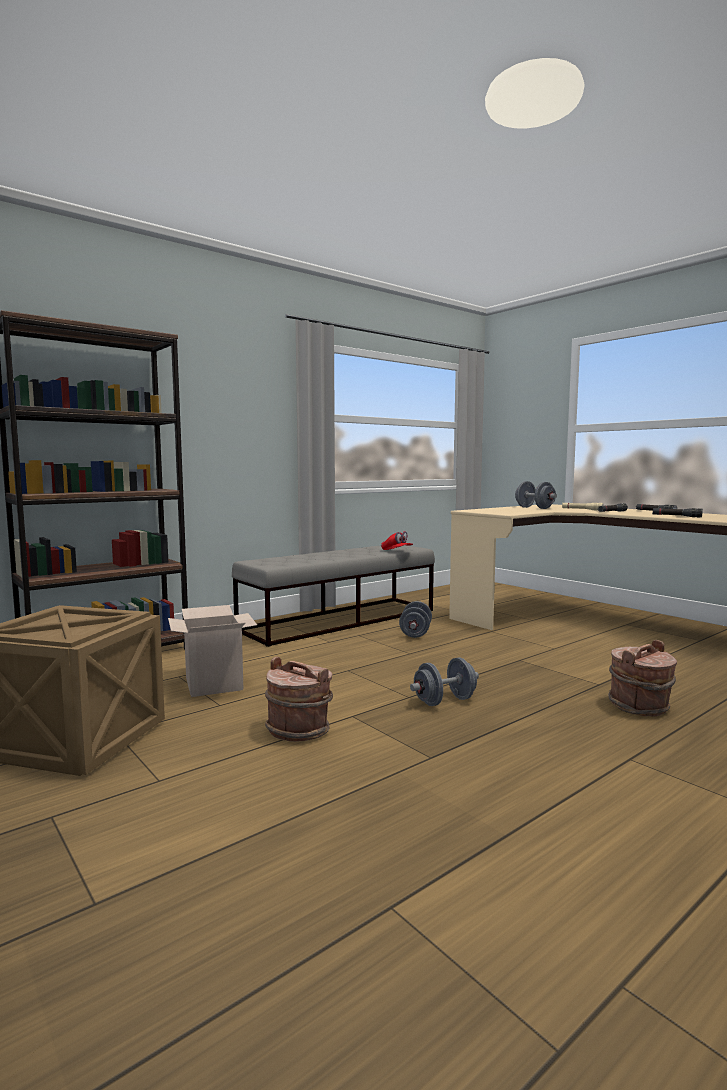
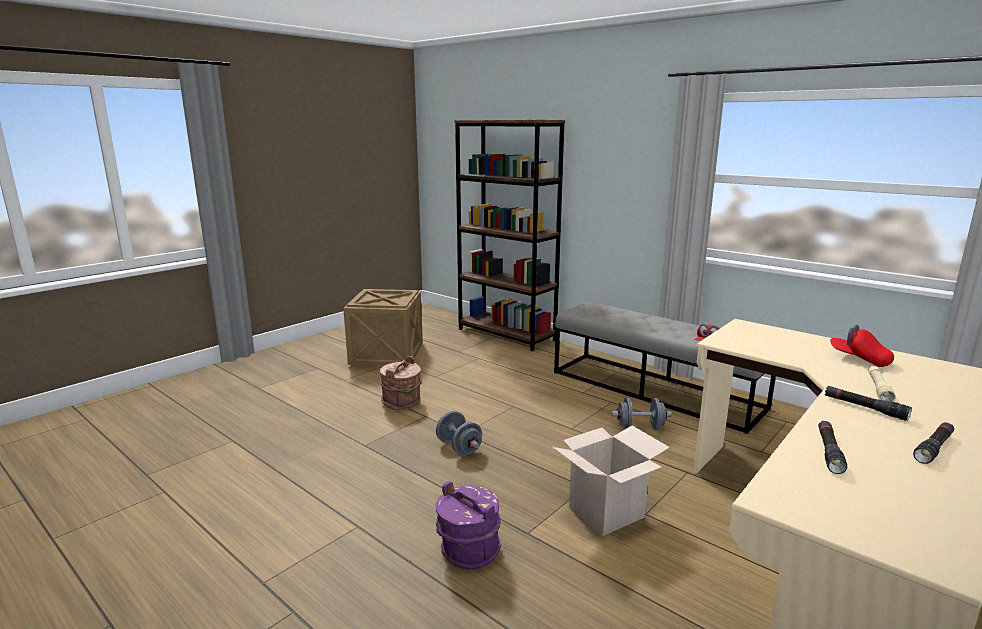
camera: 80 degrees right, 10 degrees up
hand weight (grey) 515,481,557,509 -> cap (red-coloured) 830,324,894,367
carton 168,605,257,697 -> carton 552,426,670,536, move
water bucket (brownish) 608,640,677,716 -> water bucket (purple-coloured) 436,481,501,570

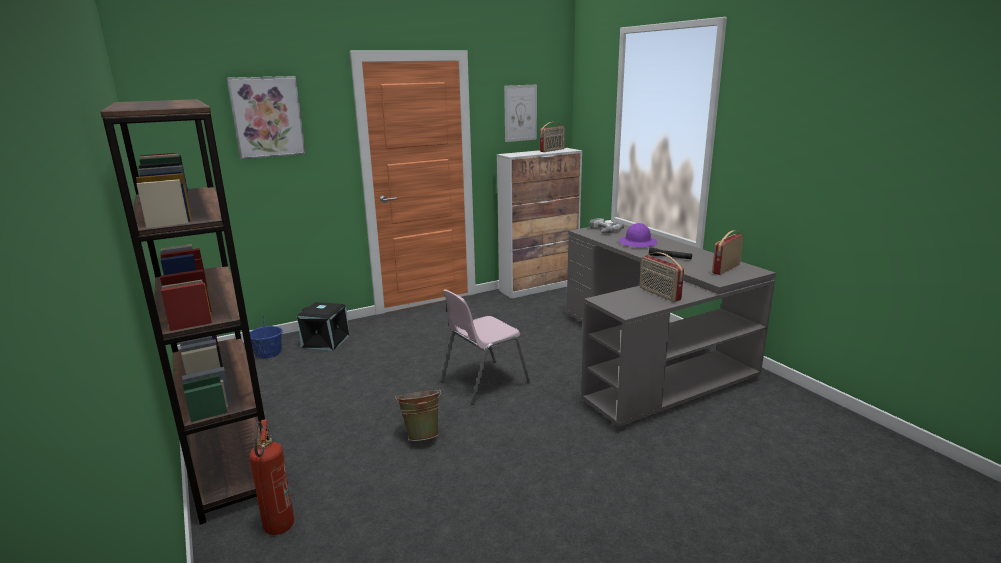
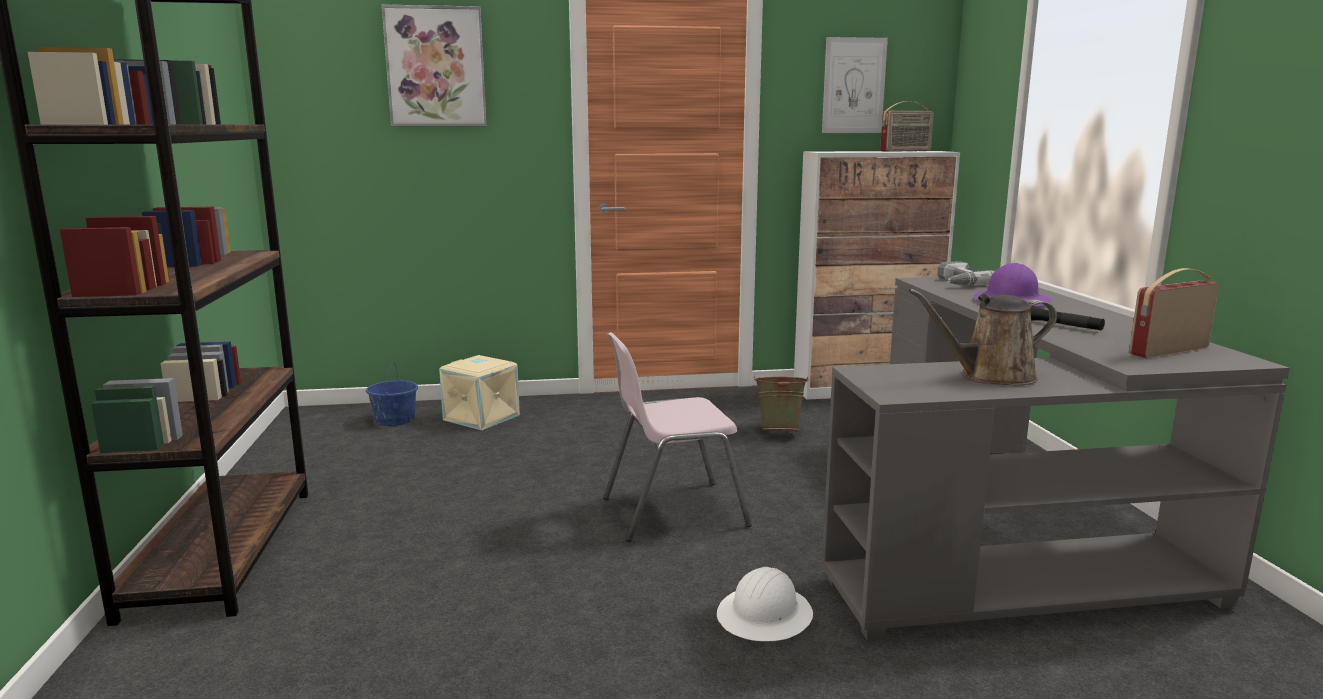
camera: 20 degrees right, 5 degrees down
radio receiver 639,252,684,302 -> watering can (brownish) 908,289,1057,386
storage container (black) 297,302,349,351 -> storage container (beige-coloured) 439,355,520,431
water bucket (green-coloured) 395,388,441,441 -> water bucket (green-coloured) 754,375,809,431, move
fire extinguisher 249,419,294,535 -> none
none -> work helmet (whitish) 717,567,813,641

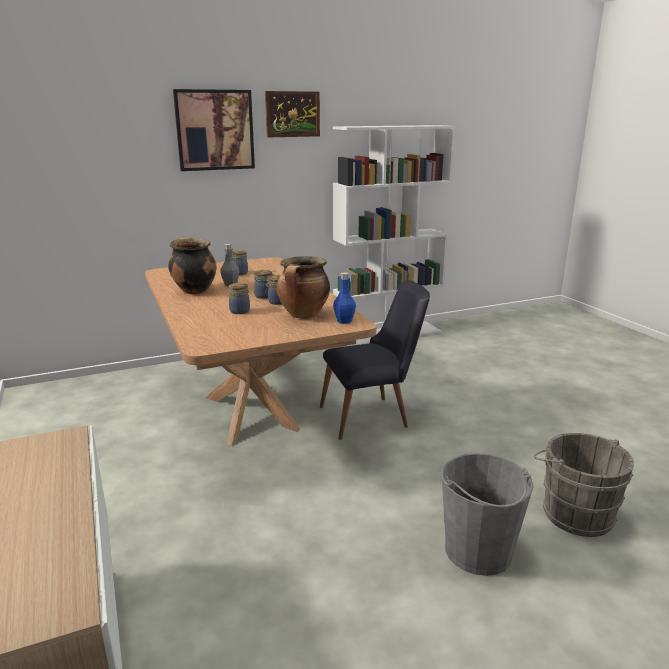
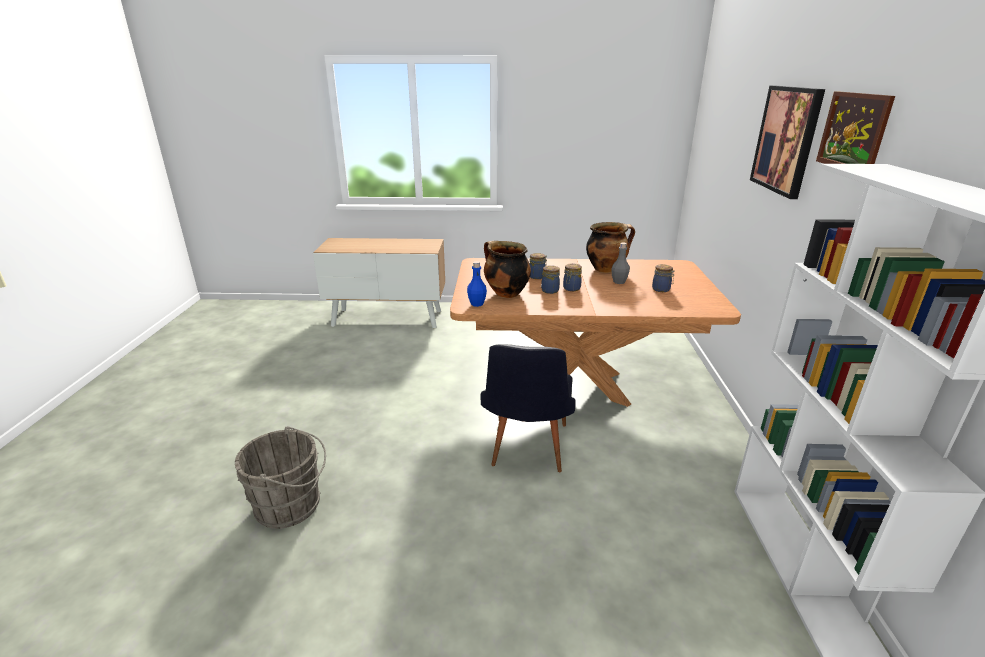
camera: 115 degrees right, 5 degrees up
water bucket (grey) 442,453,534,576 -> none

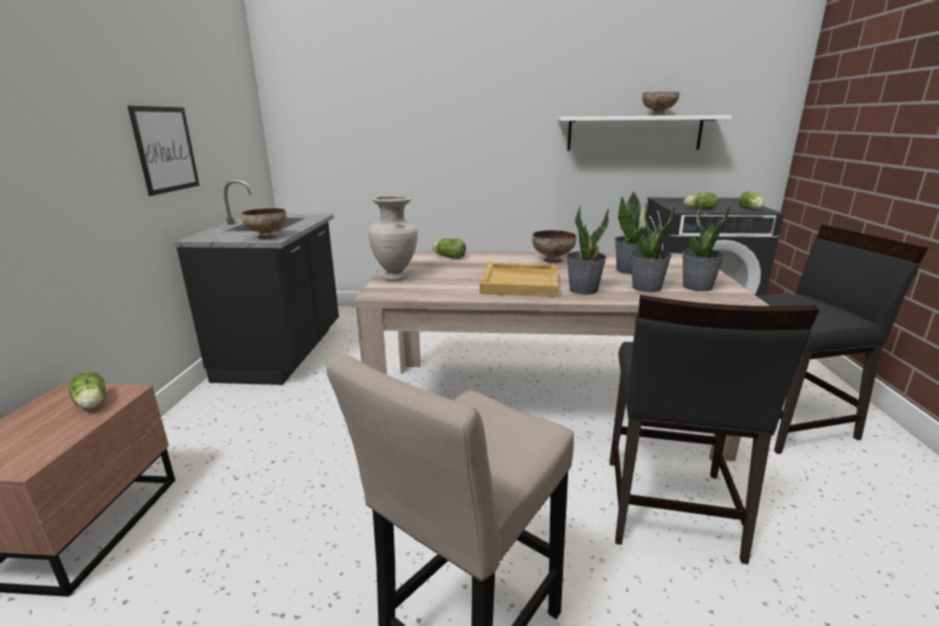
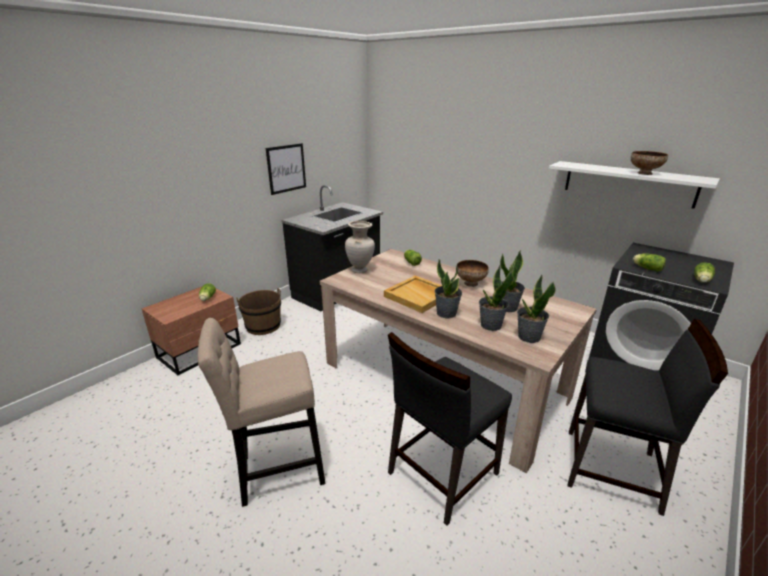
camera: 35 degrees right, 5 degrees up
deep dish 241,208,287,239 -> none
none -> water bucket (brownish) 236,288,281,335

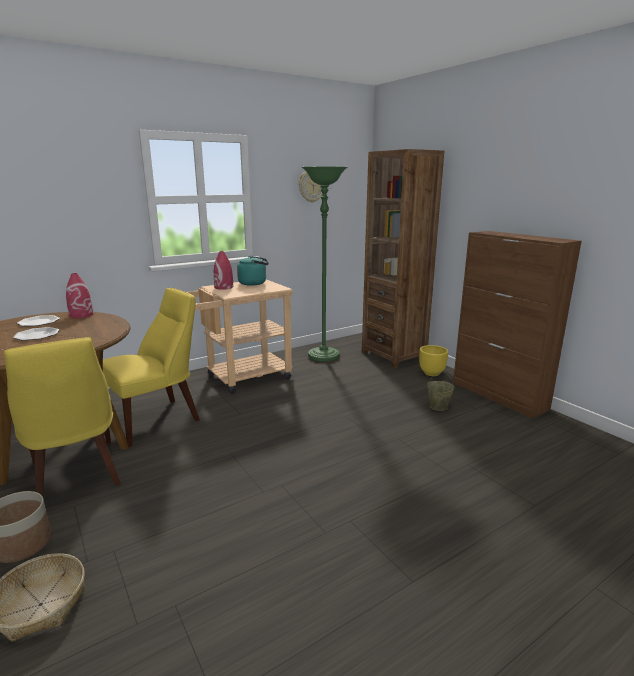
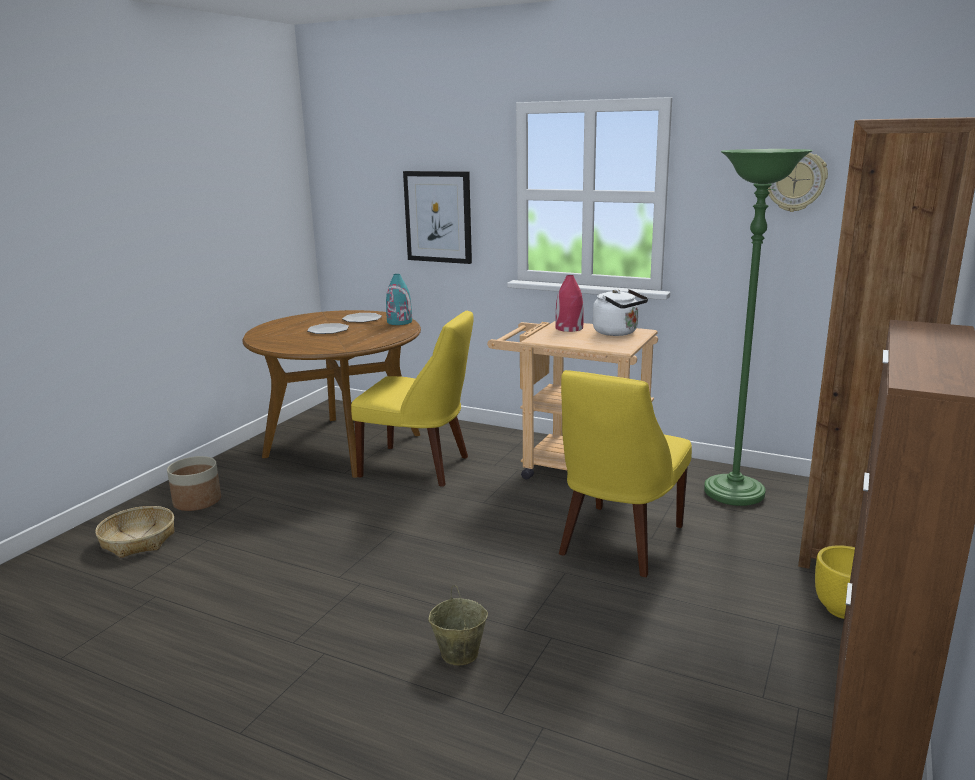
camera: 60 degrees right, 0 degrees up
kettle (blue-green) 237,256,268,285 -> kettle (whitish) 593,289,648,336
flower vase (red-coloured) 66,273,93,318 -> flower vase (blue-green) 386,274,412,325
chair (yellow-coloured) 4,337,121,496 -> chair (yellow-coloured) 559,370,692,577, move
water bucket (beige-coloured) 427,371,454,411 -> water bucket (beige-coloured) 428,585,488,665, move
none -> wall art 403,171,472,264

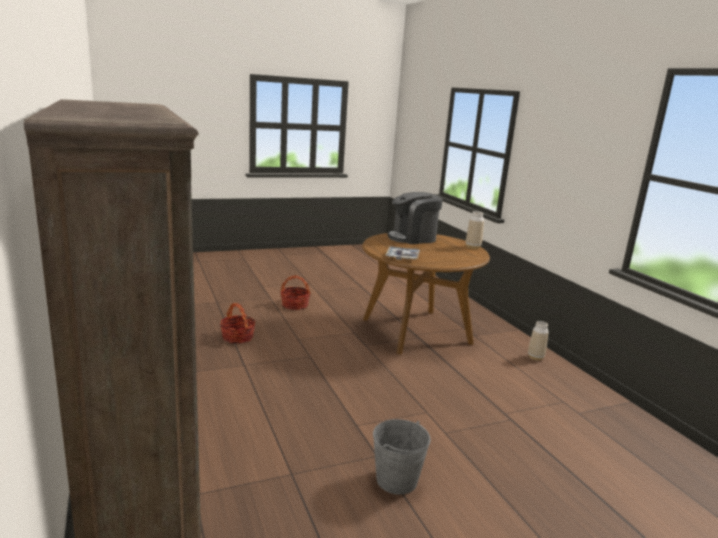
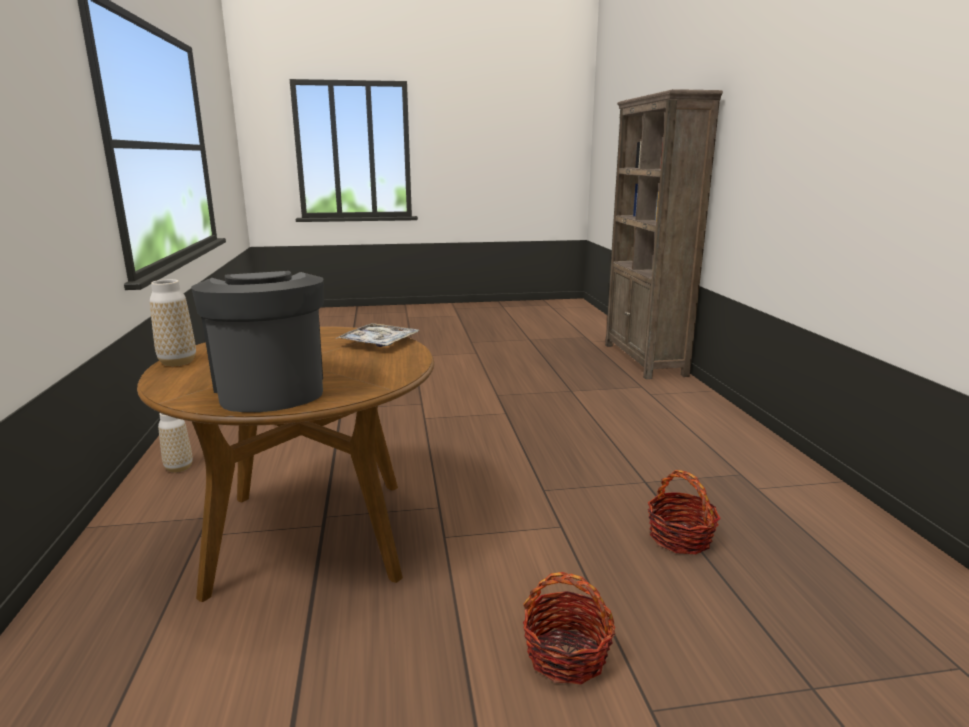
camera: 165 degrees left, 0 degrees up
coffee machine 388,192,443,244 -> coffee machine 191,271,324,412, 105 degrees counterclockwise
water bucket (grey) 373,419,431,495 -> none

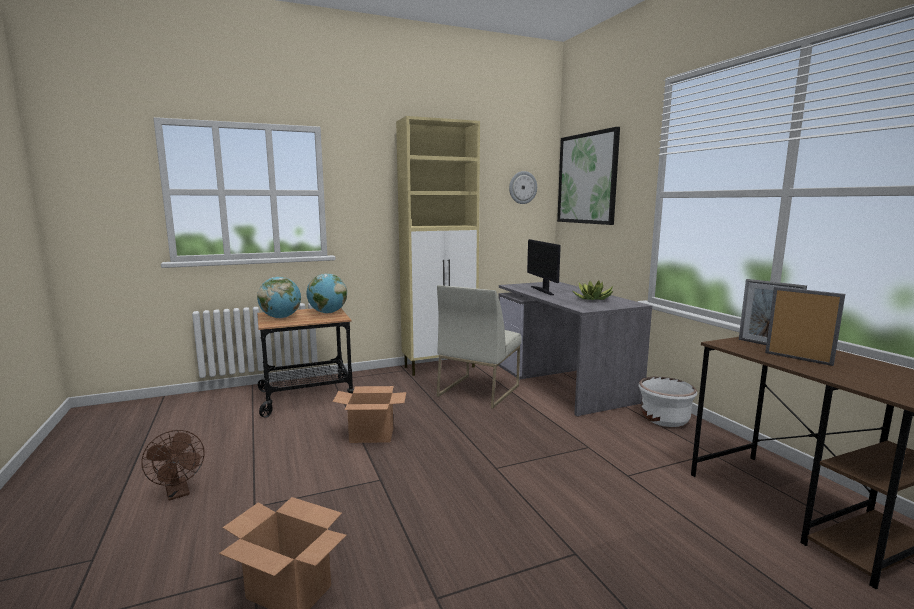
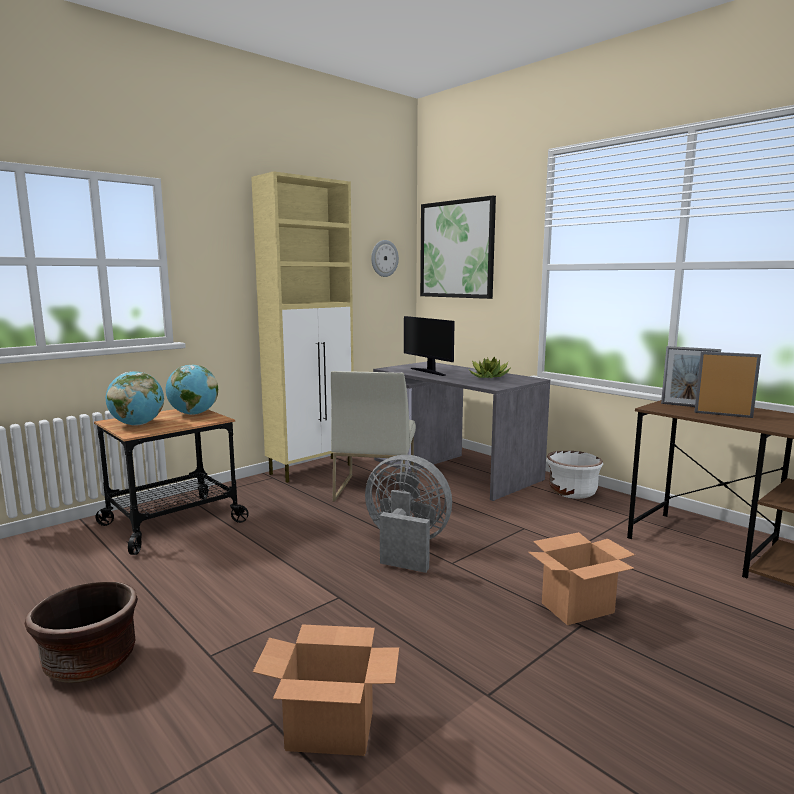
camera: 20 degrees left, 0 degrees up
carton 333,386,406,443 -> carton 528,532,635,625, move
cooling fan (brownish) 141,430,205,501 -> planter (brownish) 25,582,138,683
none -> cooling fan (grey) 365,455,452,573

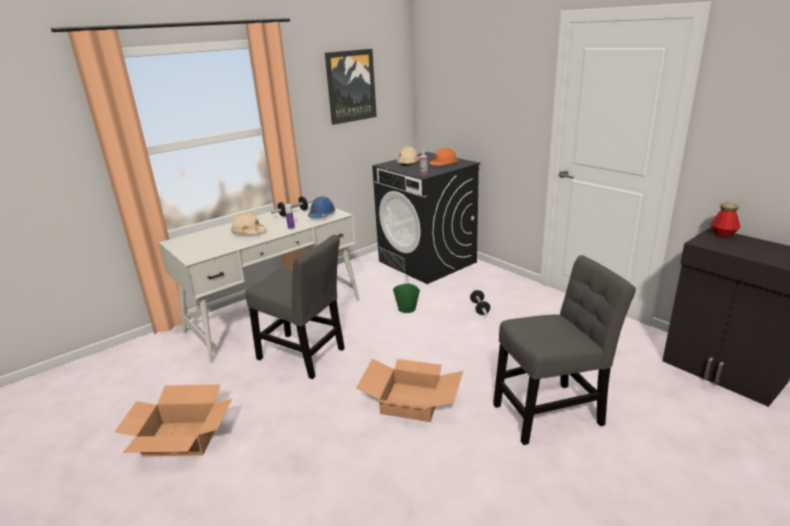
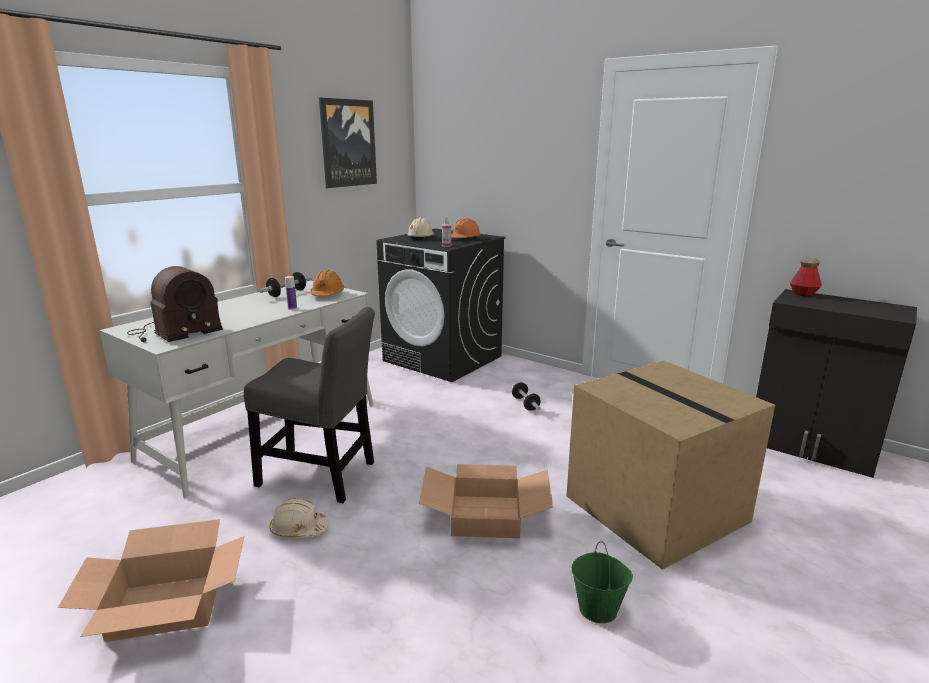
camera: 15 degrees left, 5 degrees down
work helmet (bluish) 308,196,335,218 -> work helmet (orange-coloured) 311,270,345,296
work helmet (beige-coloured) 231,212,266,234 -> work helmet (beige-coloured) 269,498,329,538, move
chair (grey) 493,255,636,445 -> carton 566,361,775,570
water bucket (green-coloured) 393,277,420,313 -> water bucket (green-coloured) 571,541,633,623, move
none -> radio receiver 127,266,223,342

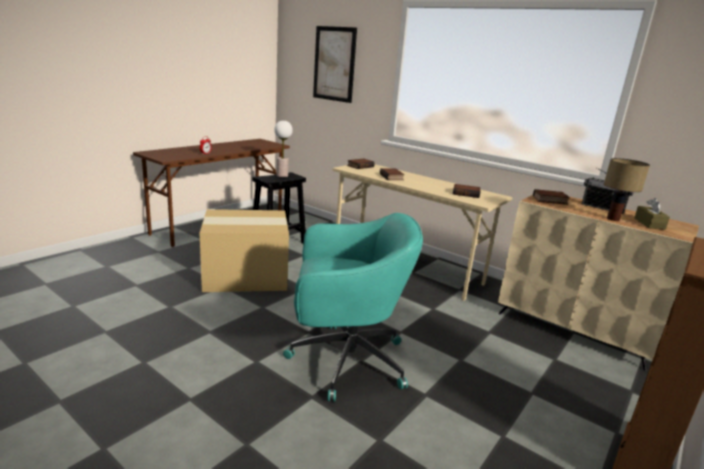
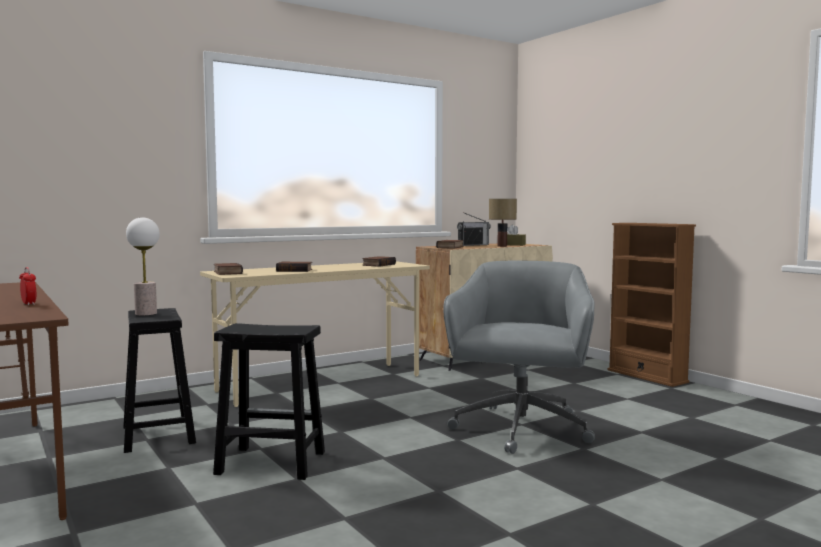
camera: 70 degrees left, 15 degrees down
wall art 313,26,357,103 -> none
carton 200,209,289,292 -> sitting stool (black) 213,323,325,480
desk chair (blue-green) 283,213,423,402 -> desk chair (grey) 444,260,595,454

